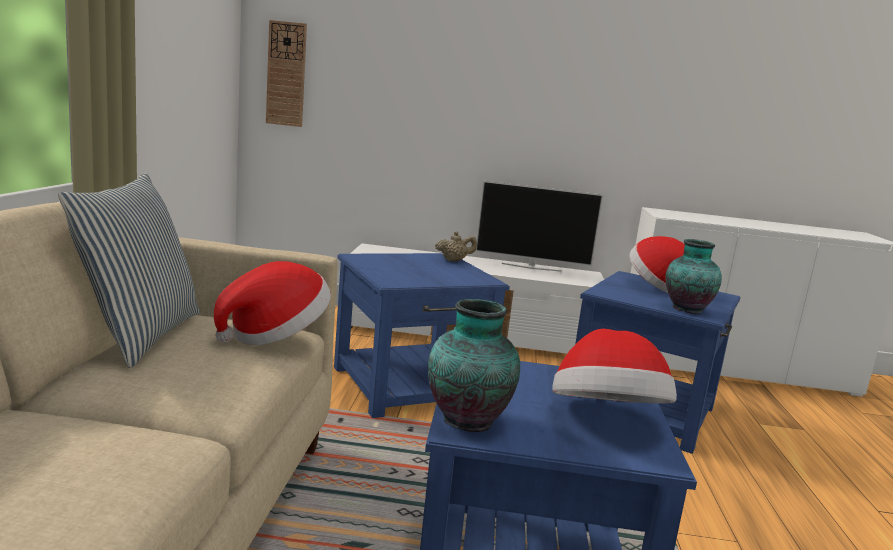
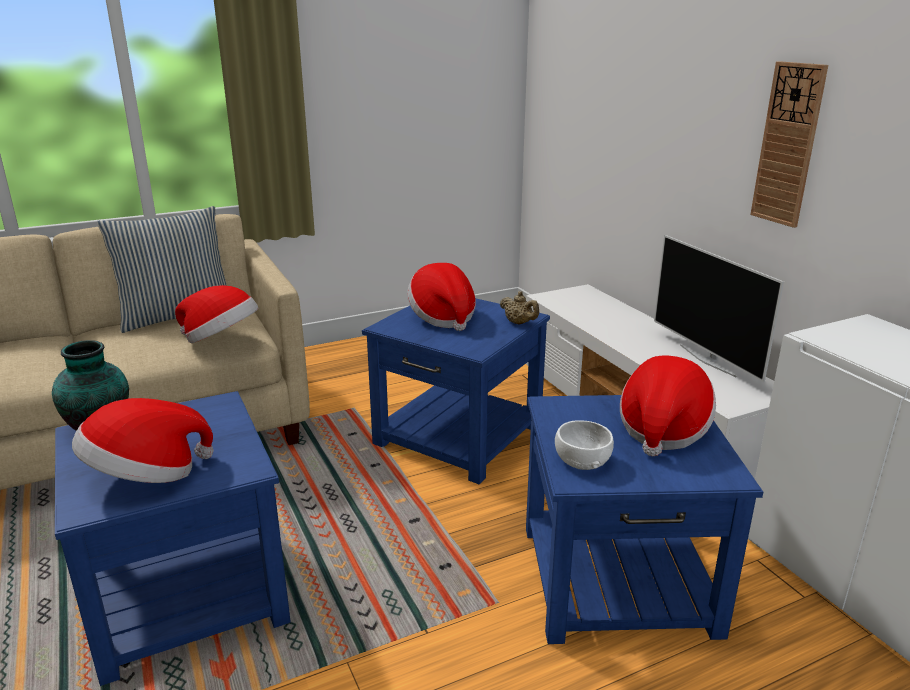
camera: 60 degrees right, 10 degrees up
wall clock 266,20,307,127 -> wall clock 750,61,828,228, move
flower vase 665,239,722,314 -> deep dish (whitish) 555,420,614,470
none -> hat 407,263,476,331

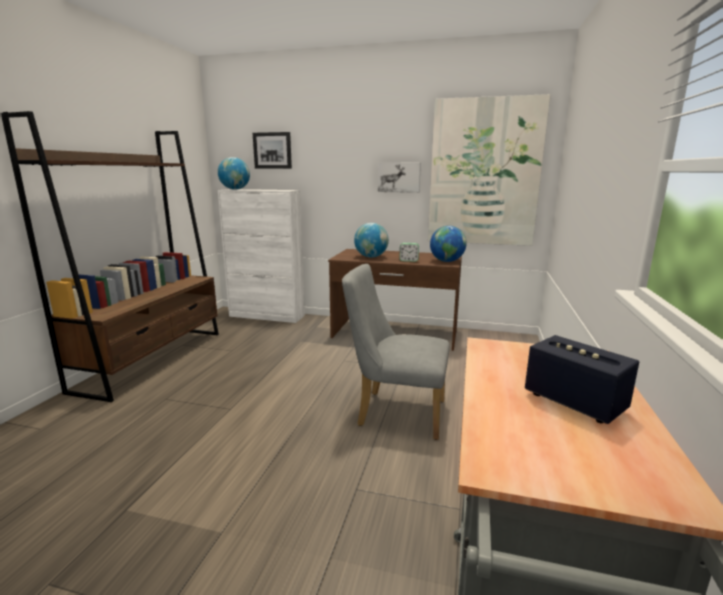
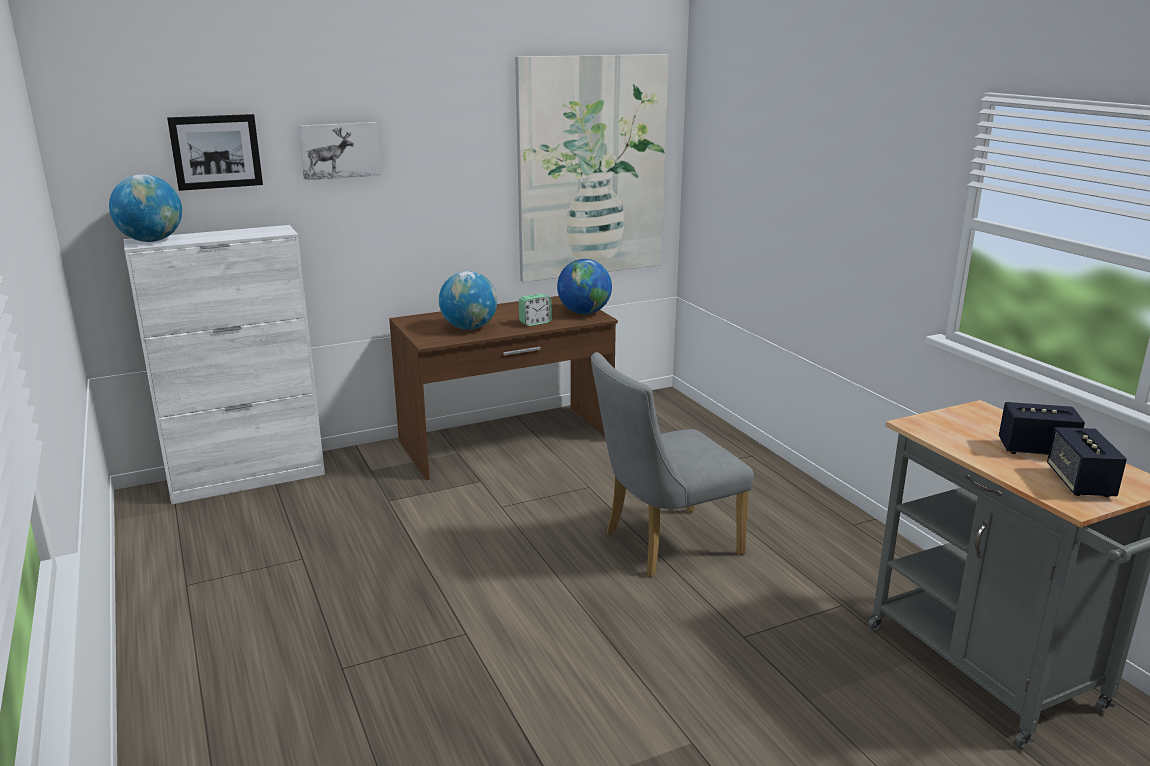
camera: 40 degrees left, 5 degrees up
bookshelf (brownish) 1,111,219,402 -> none
wall art 378,163,421,193 -> wall art 298,122,381,180, move
none -> speaker 1047,427,1127,497

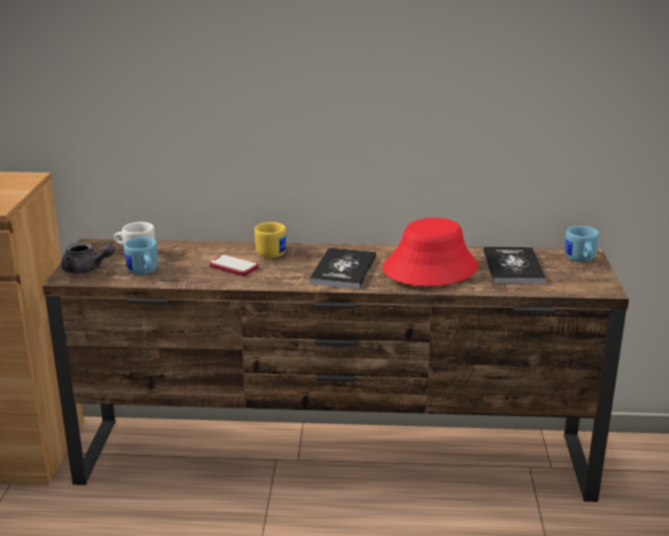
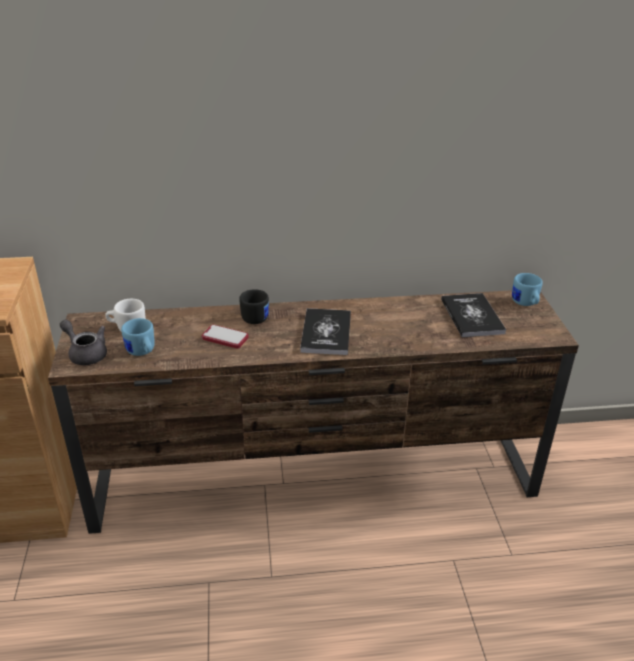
camera: 10 degrees left, 10 degrees up
hat (red-coloured) 383,218,478,286 -> none
mug (yellow-coloured) 254,222,286,258 -> mug (black) 239,289,269,324
tea pot (grey) 61,242,115,274 -> tea pot (grey) 60,320,107,365, 150 degrees counterclockwise

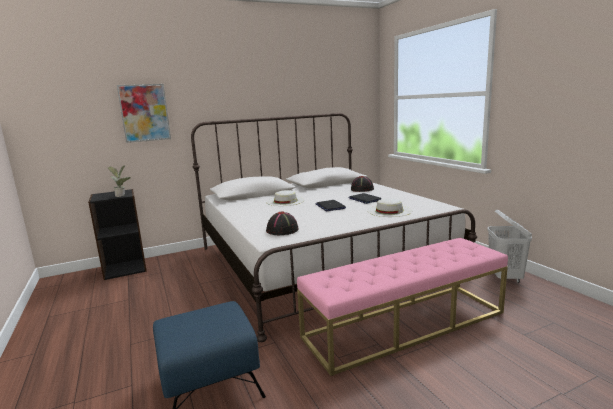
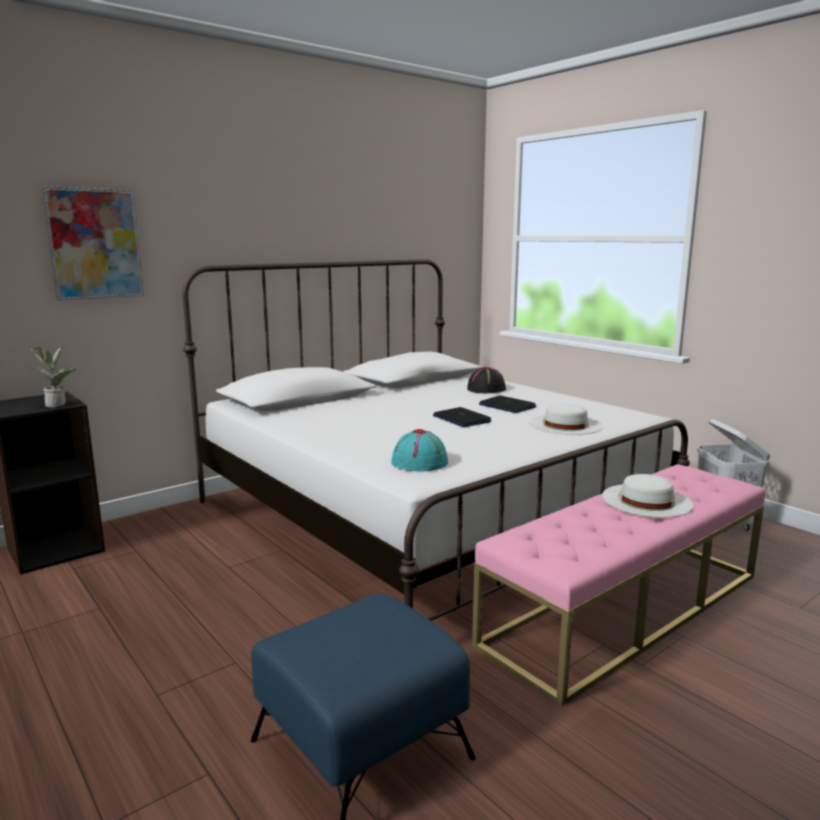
camera: 15 degrees left, 0 degrees up
hat (whitish) 267,190,305,206 -> hat (whitish) 602,474,693,517, move
hat (black) 266,211,299,235 -> hat (blue-green) 391,429,448,472

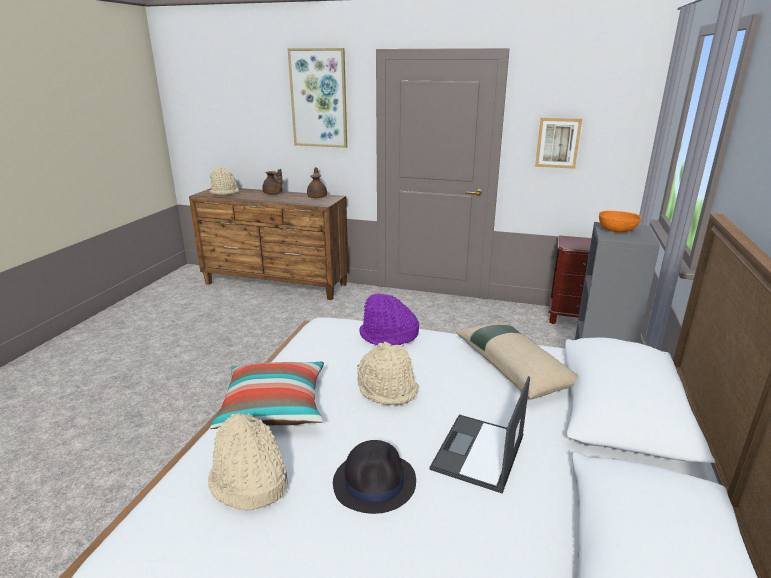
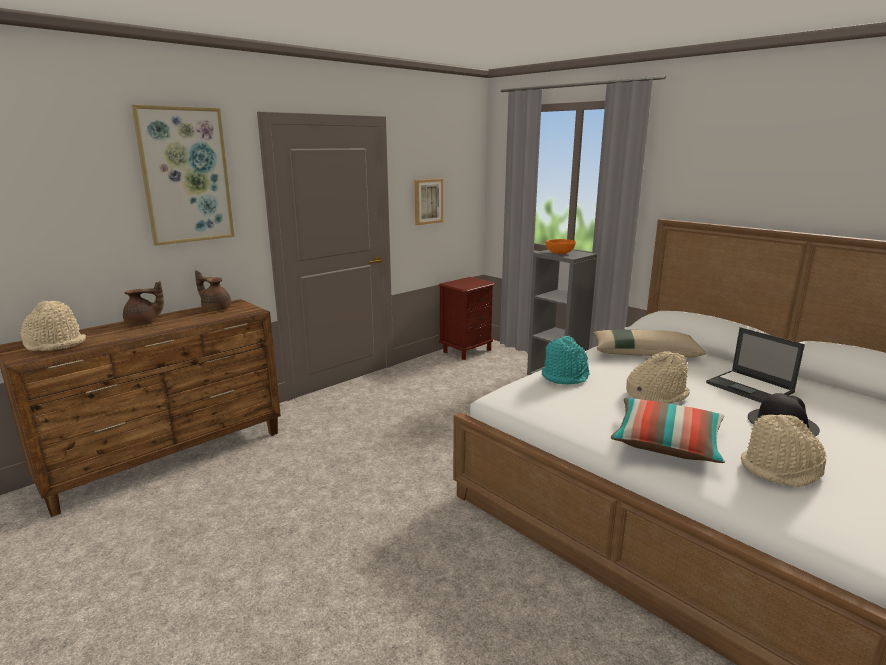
camera: 60 degrees left, 5 degrees down
hat (purple-coloured) 359,294,419,346 -> hat (blue-green) 542,336,590,385

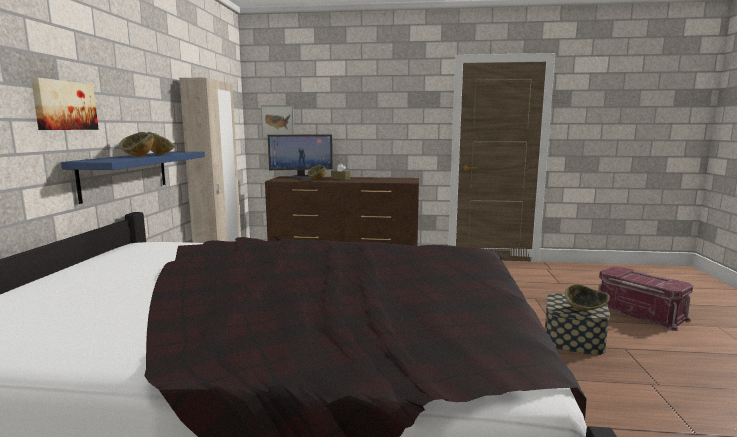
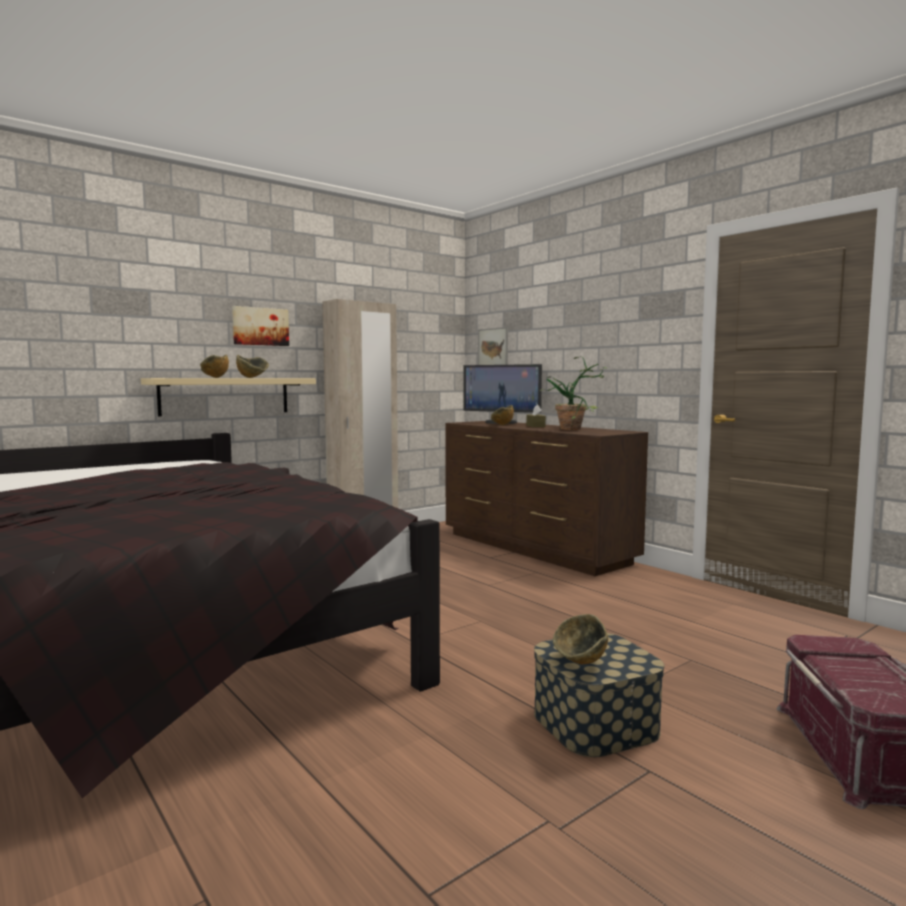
camera: 45 degrees right, 5 degrees down
wall art 31,77,99,130 -> wall art 232,306,289,346, move
shelf (bluish) 61,152,205,204 -> shelf (beige-coloured) 141,378,316,416
none -> plant in a pot 540,356,607,430

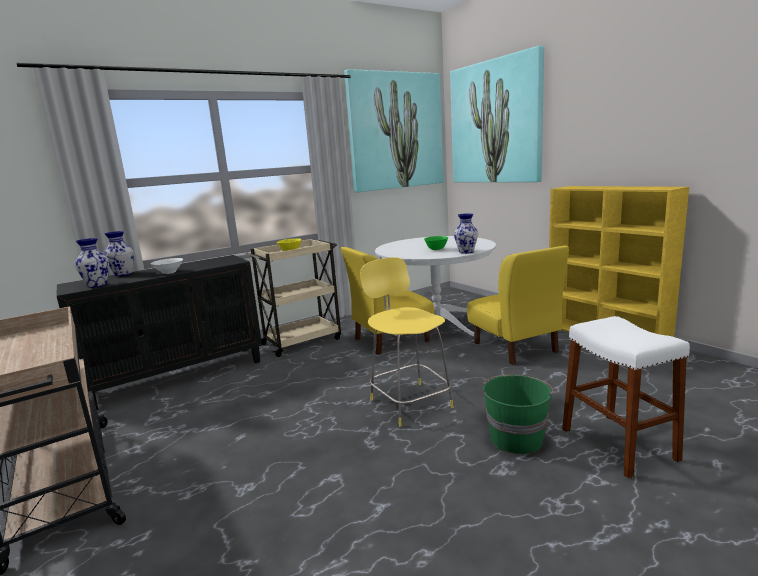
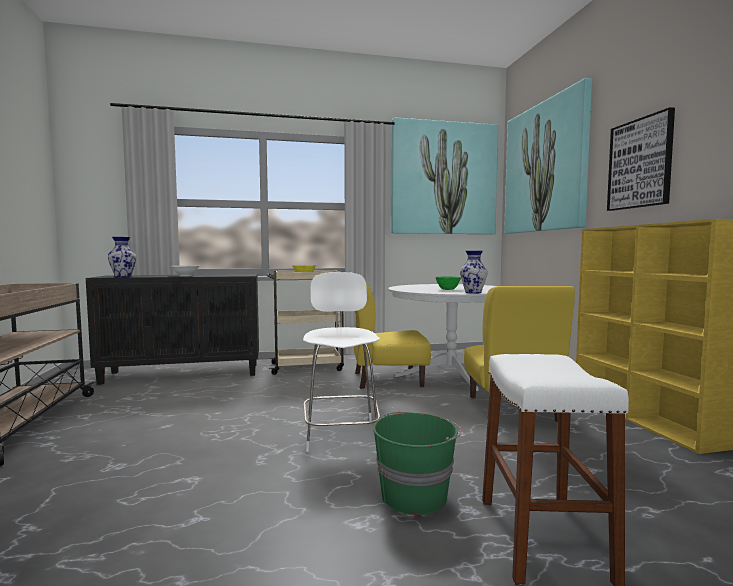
camera: 20 degrees right, 10 degrees down
flower vase 103,231,134,276 -> none
sitting stool (yellow-coloured) 360,257,454,427 -> sitting stool (whitish) 303,272,380,452
none -> wall art 607,107,675,211

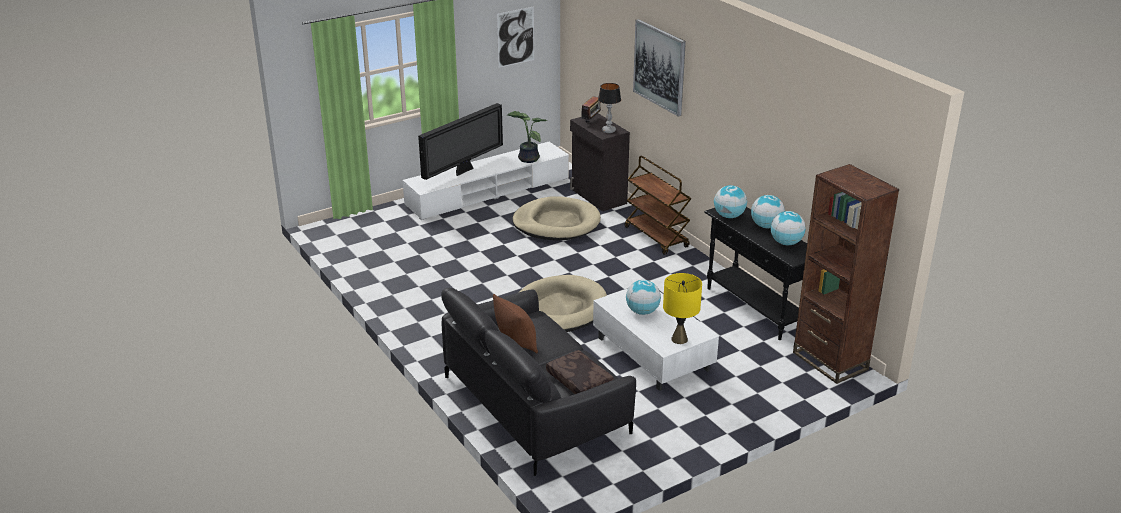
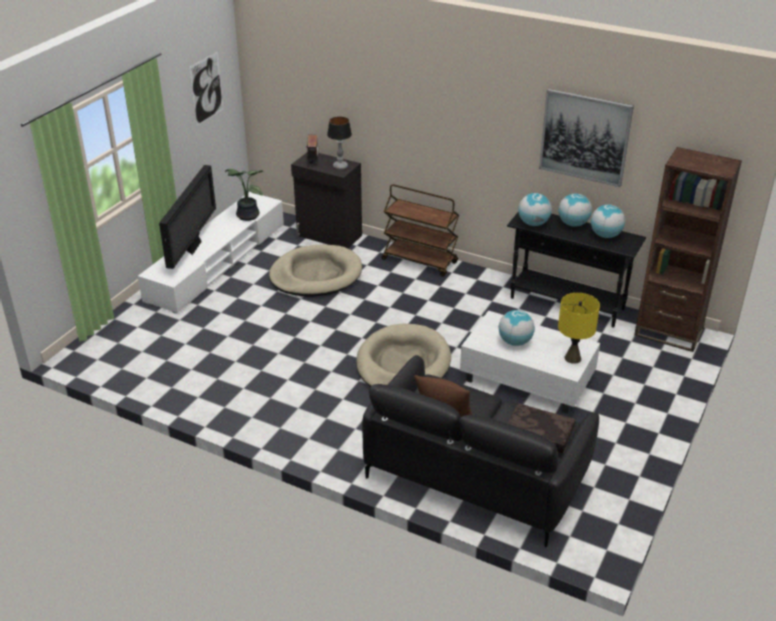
camera: 30 degrees left, 5 degrees up
wall art 633,19,686,117 -> wall art 539,89,634,187, move

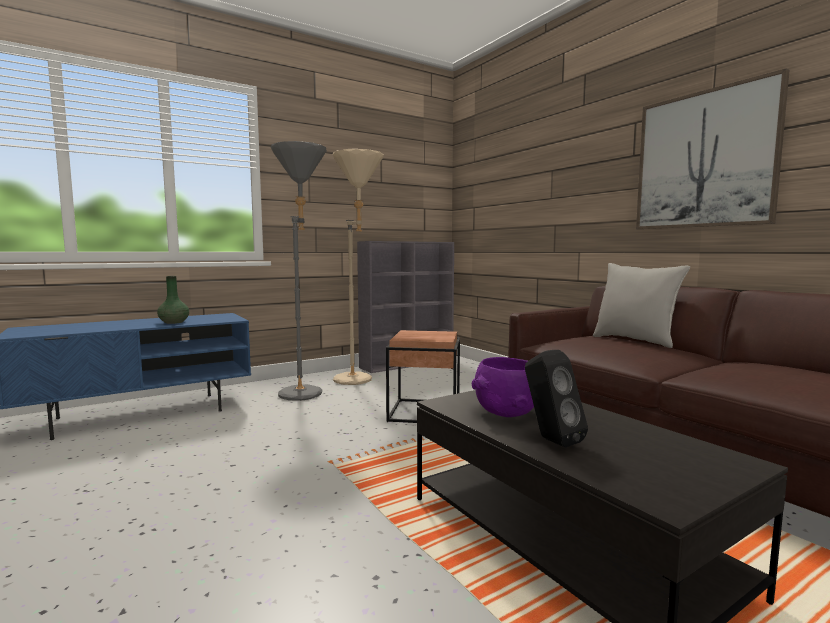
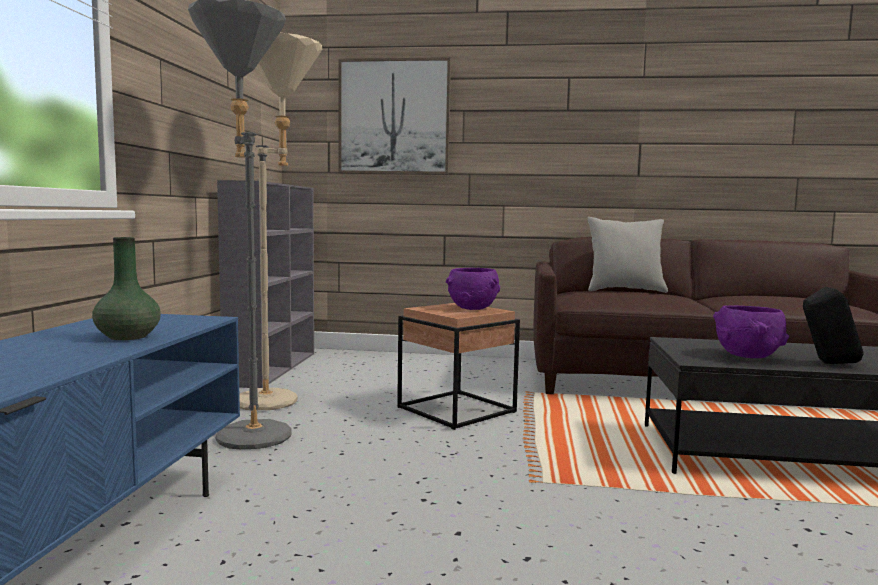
camera: 50 degrees left, 0 degrees up
wall art 636,68,790,229 -> wall art 338,57,451,174, move
none -> deep dish (purple-coloured) 446,268,500,310

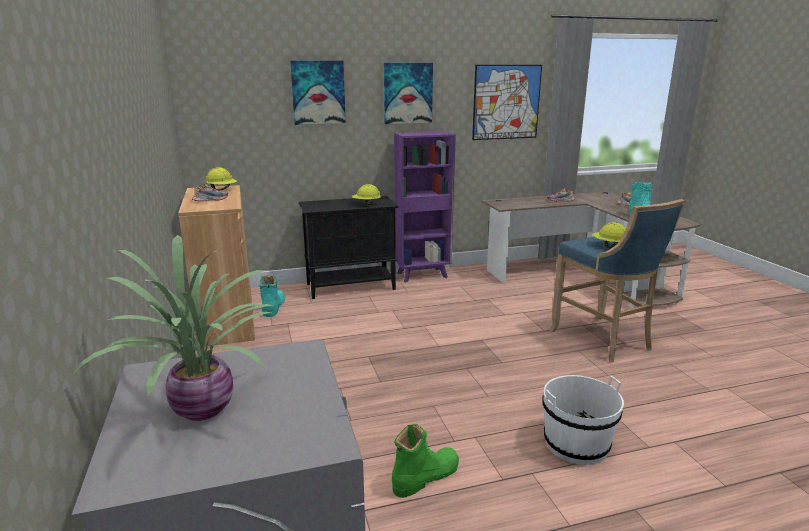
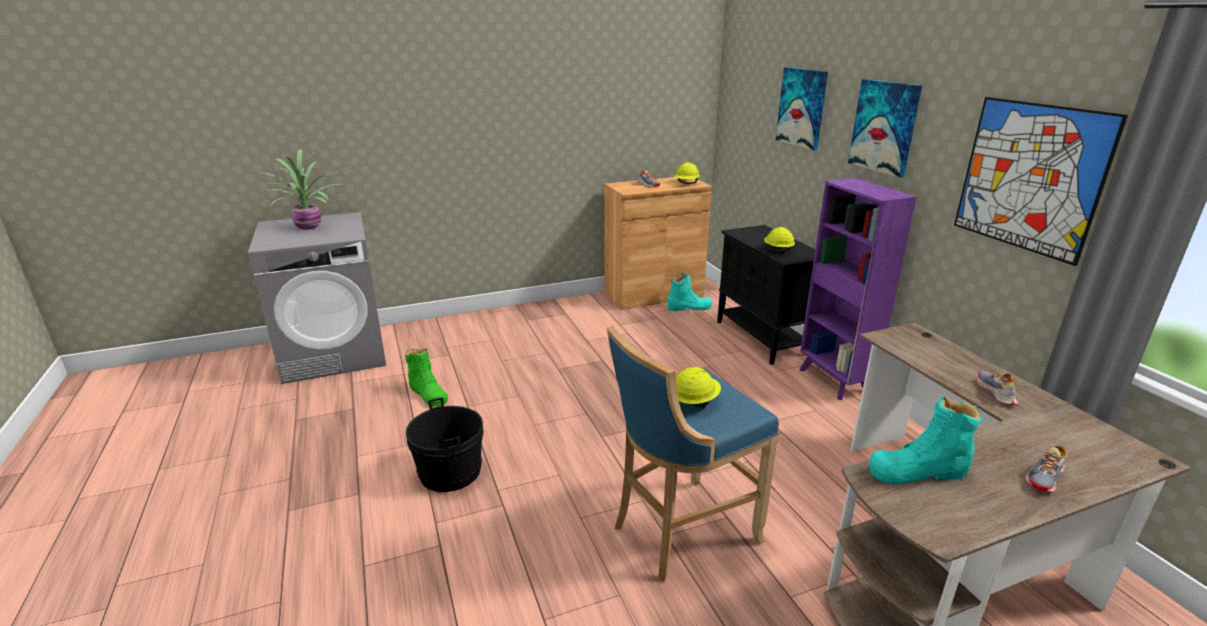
camera: 85 degrees right, 5 degrees up
water bucket (whitish) 542,375,624,465 -> water bucket (black) 406,397,483,492

